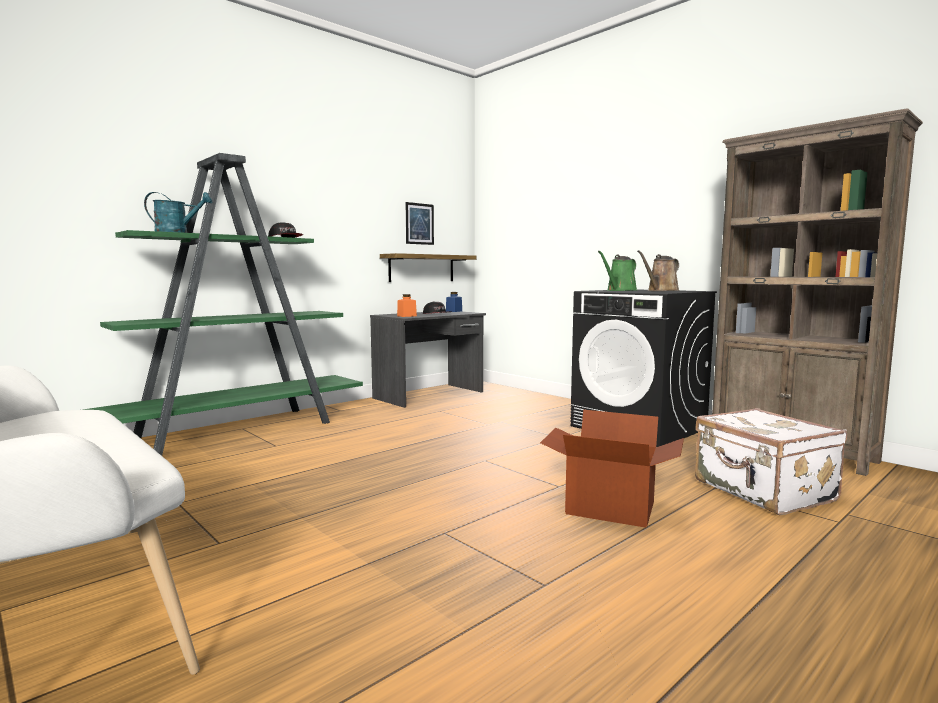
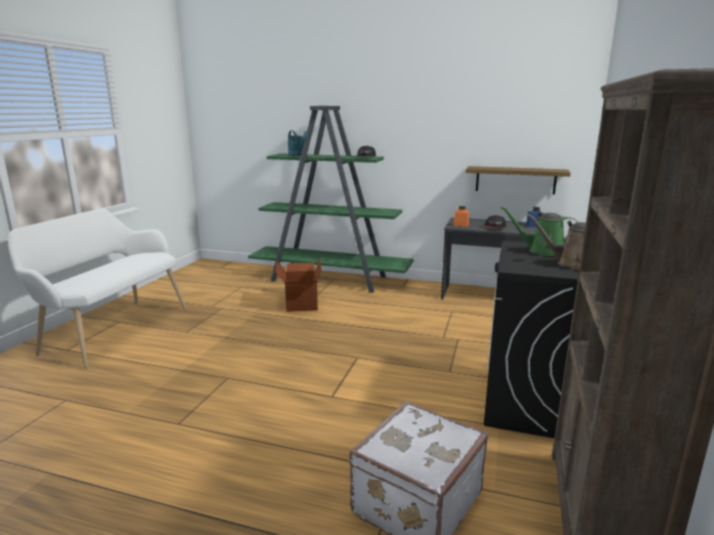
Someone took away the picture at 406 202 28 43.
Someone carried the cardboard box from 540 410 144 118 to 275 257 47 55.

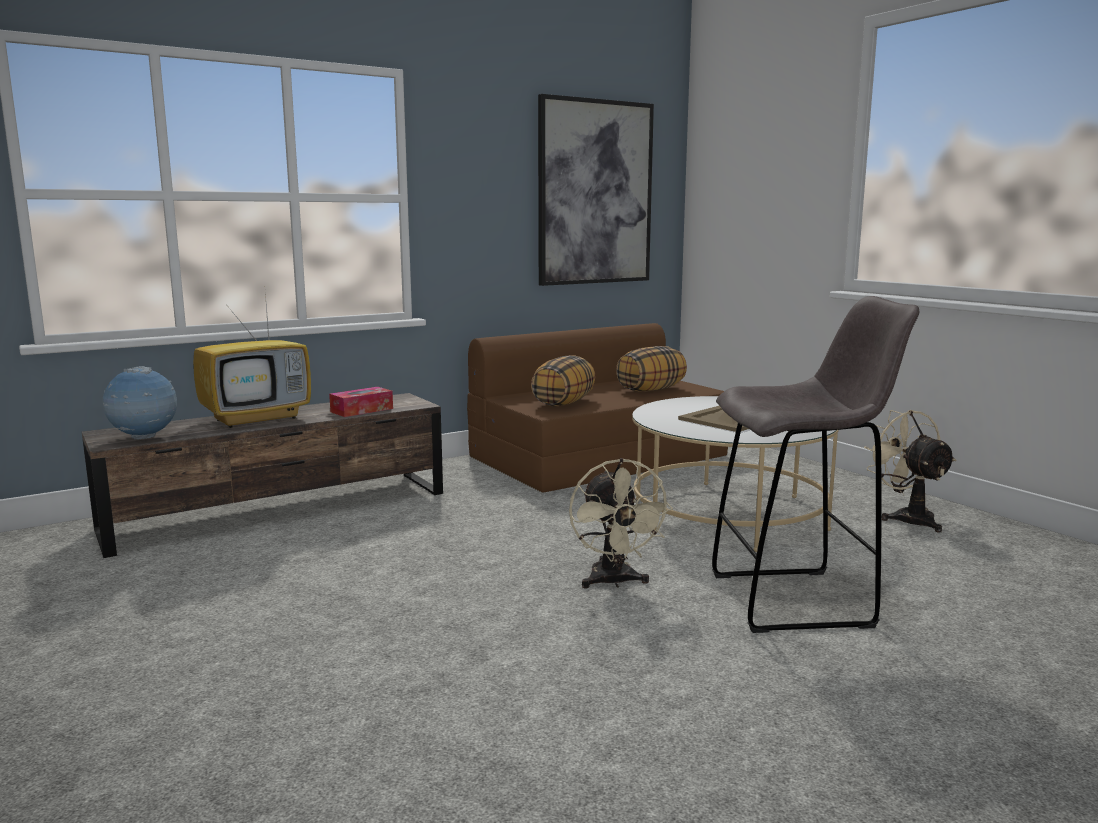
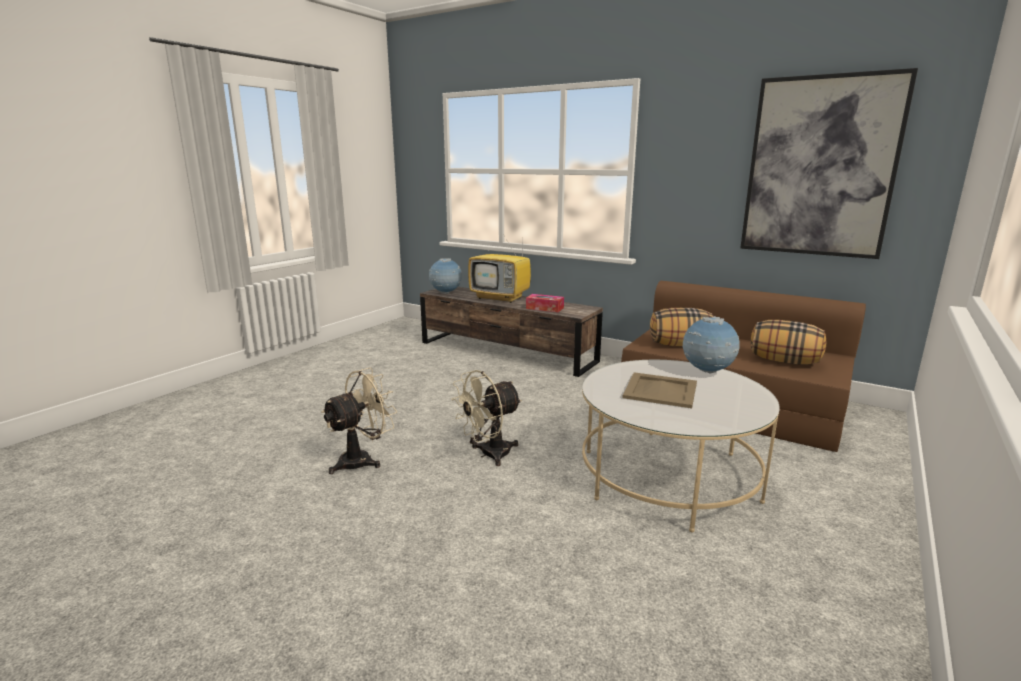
Someone took away the stool in grey at 712 296 207 337.
Someone put down the globe at 683 316 56 58.
Someone carried the fan in beige from 864 410 93 123 to 321 368 77 106.

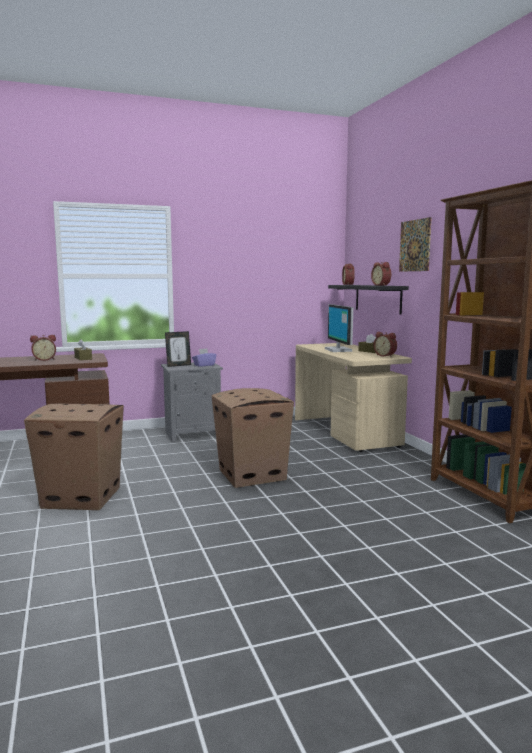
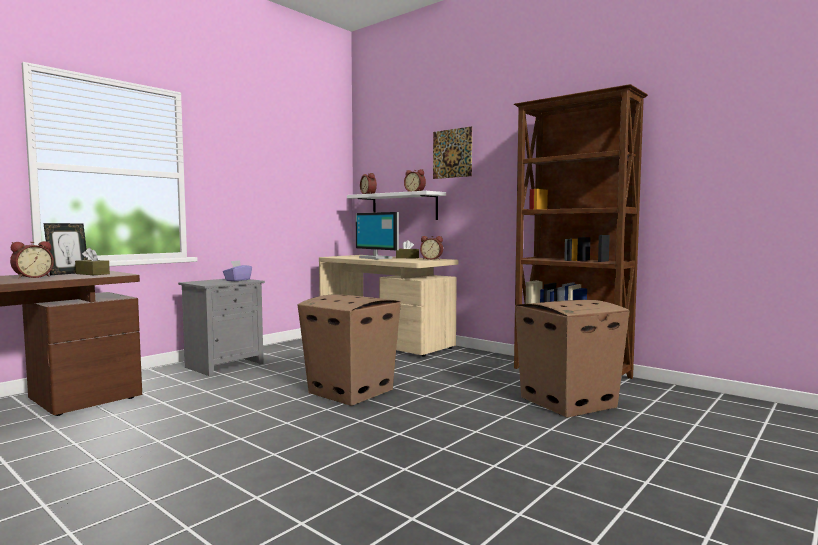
Someone carried the cardboard box from 24 404 100 106 to 515 300 115 118.
Someone carried the picture frame from 165 331 26 36 to 43 223 45 52.
Someone repainted the shelf in black at 328 285 81 30, which became the shelf in white at 347 191 99 29.

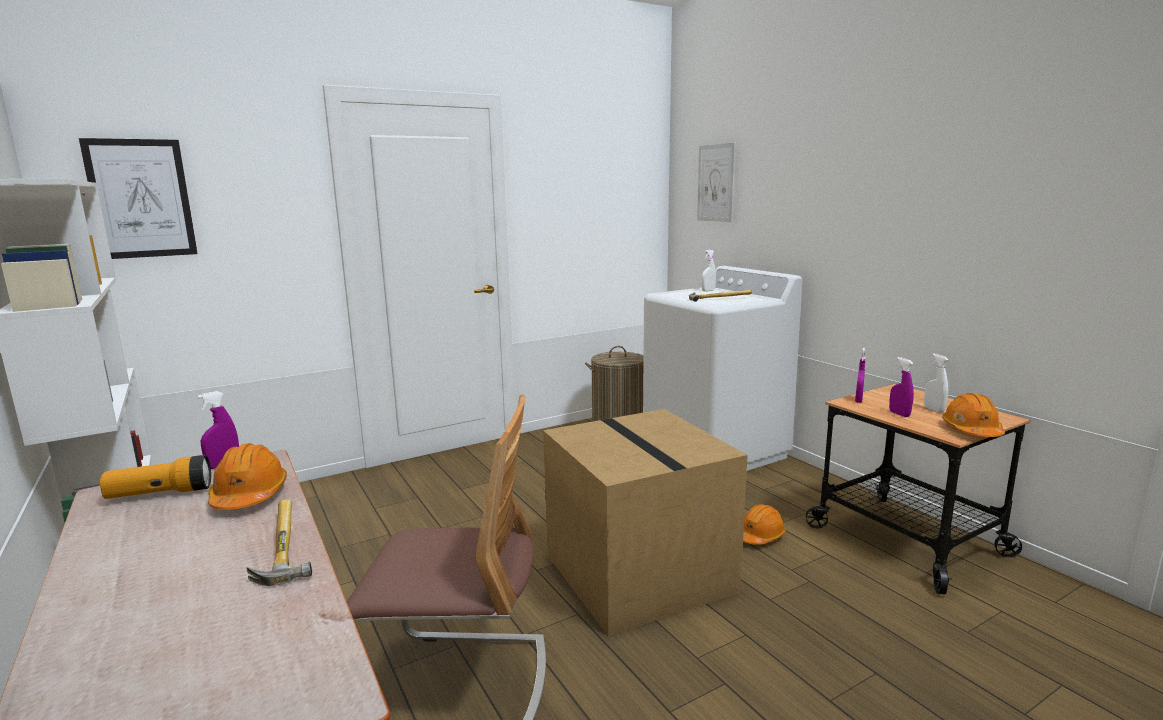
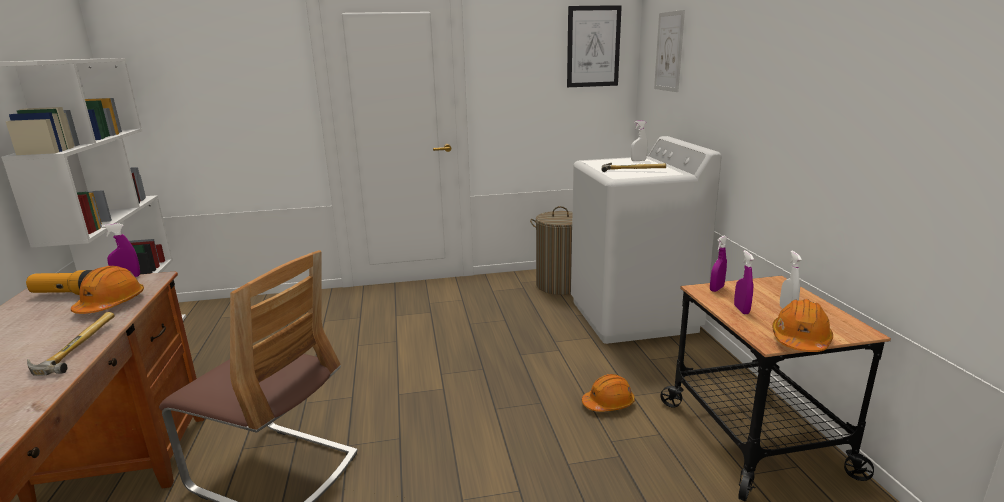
Someone took away the cardboard box at 543 409 205 227.
Someone carried the picture from 79 138 119 121 to 567 5 55 82.

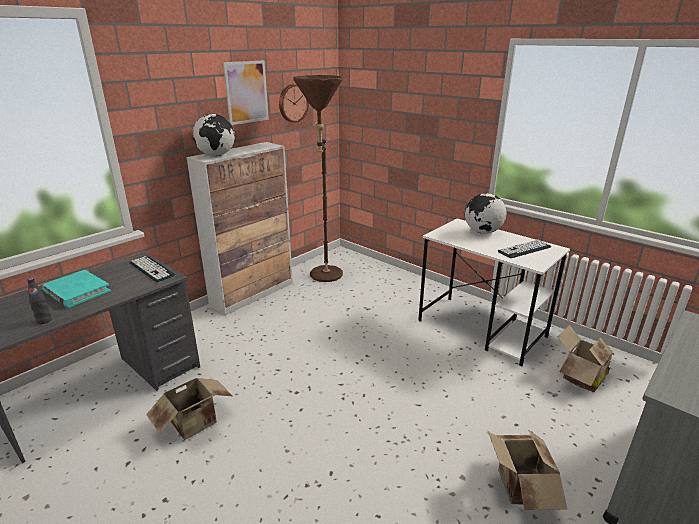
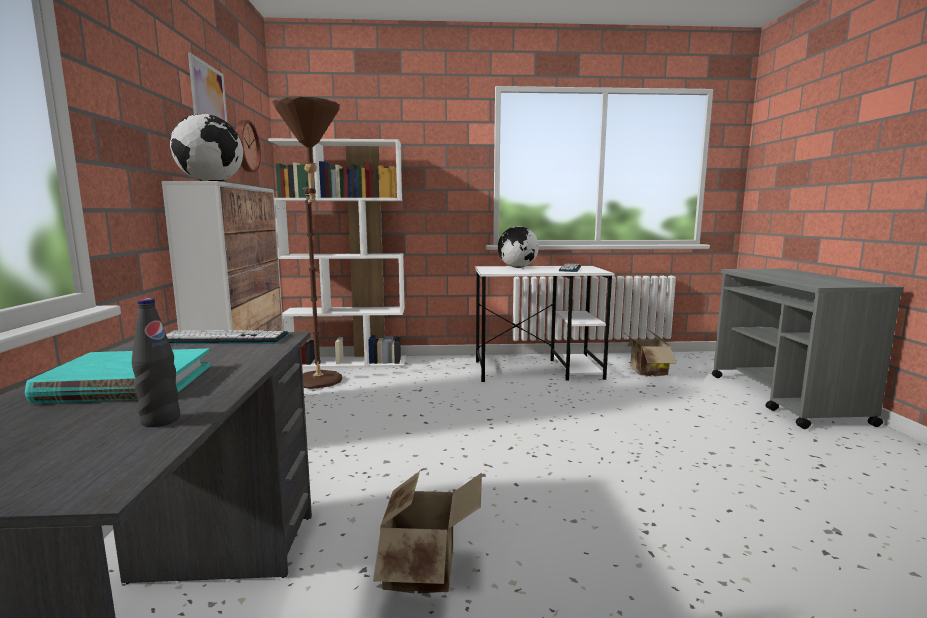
Someone took away the cardboard box at 487 430 80 80.
Someone put down the bookcase in white at 268 138 138 231.

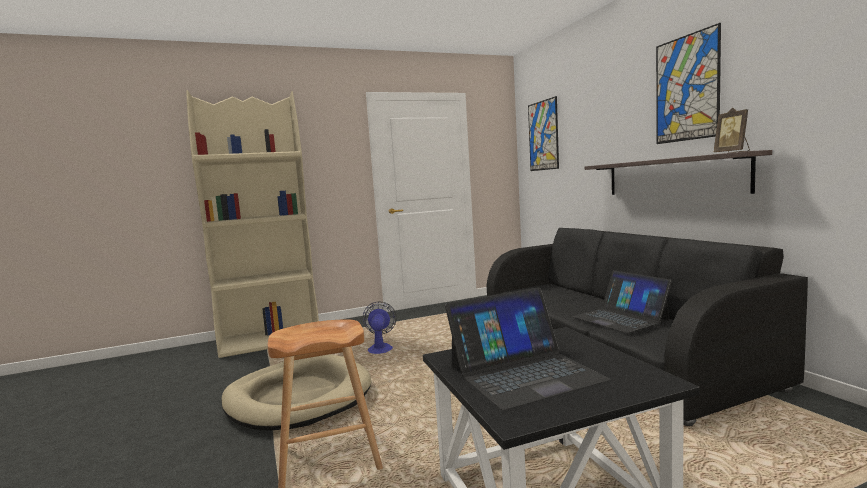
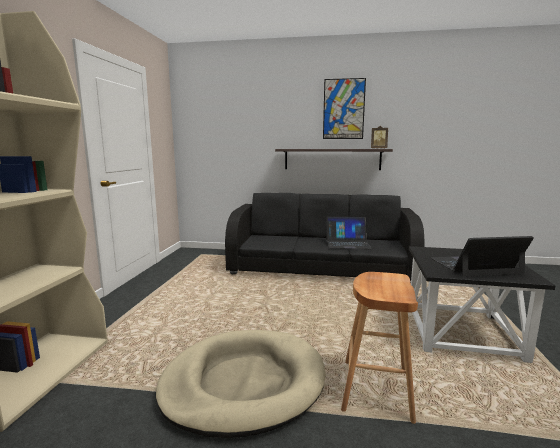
Someone took away the fan at 363 301 34 53.
Someone took away the picture at 528 96 31 75.
Someone rotated the laptop at 445 287 166 123 by 105 degrees counterclockwise.

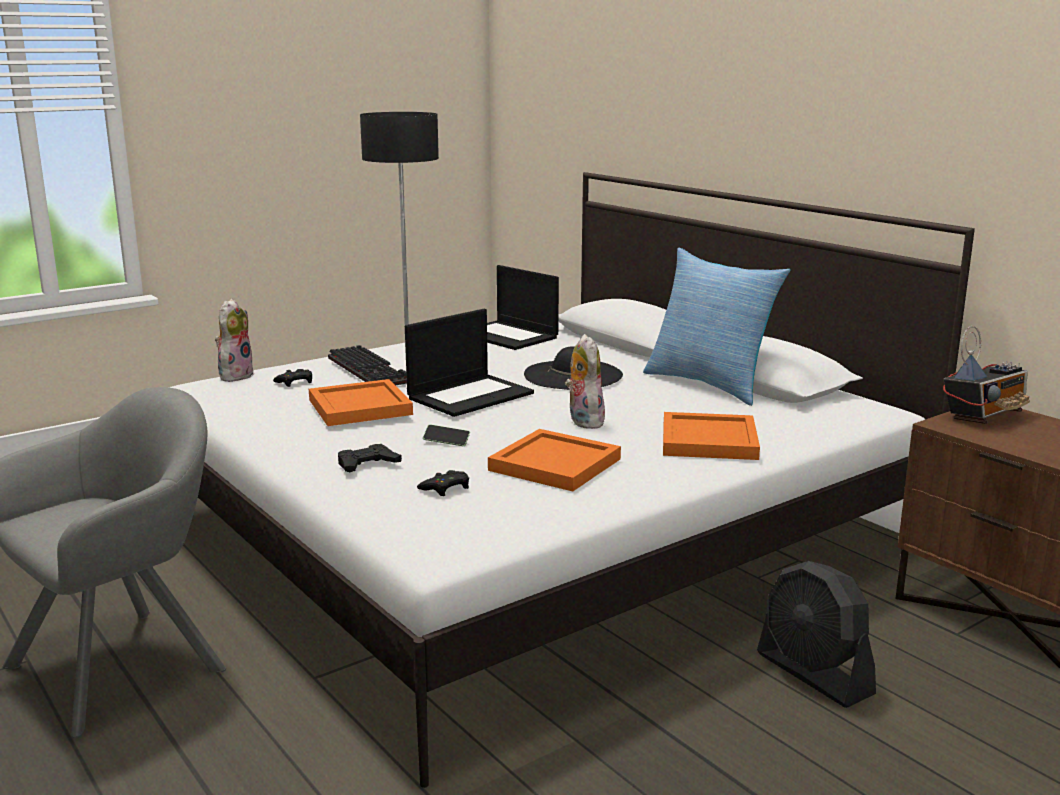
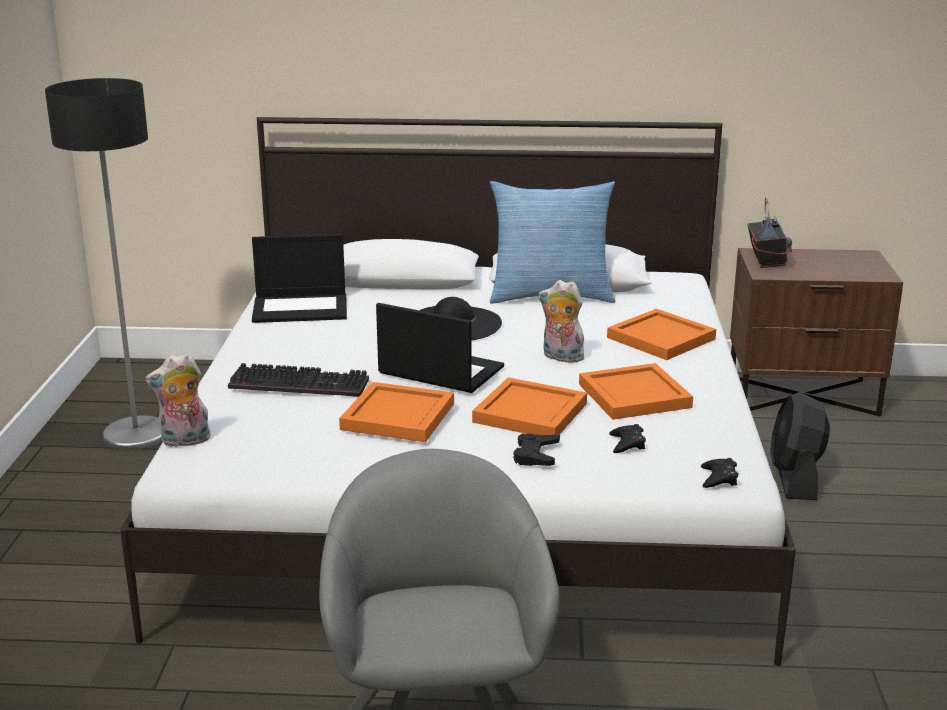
Someone carried the game controller in black from 273 369 39 18 to 701 458 37 30.
Someone swapped the phone at 423 424 47 22 for the tray in orange at 472 377 115 58.
Someone rotated the plush toy at 215 299 39 83 by 75 degrees counterclockwise.
Someone rotated the laptop at 405 309 129 108 by 60 degrees counterclockwise.
Someone rotated the fan in black at 757 561 119 147 by 90 degrees clockwise.

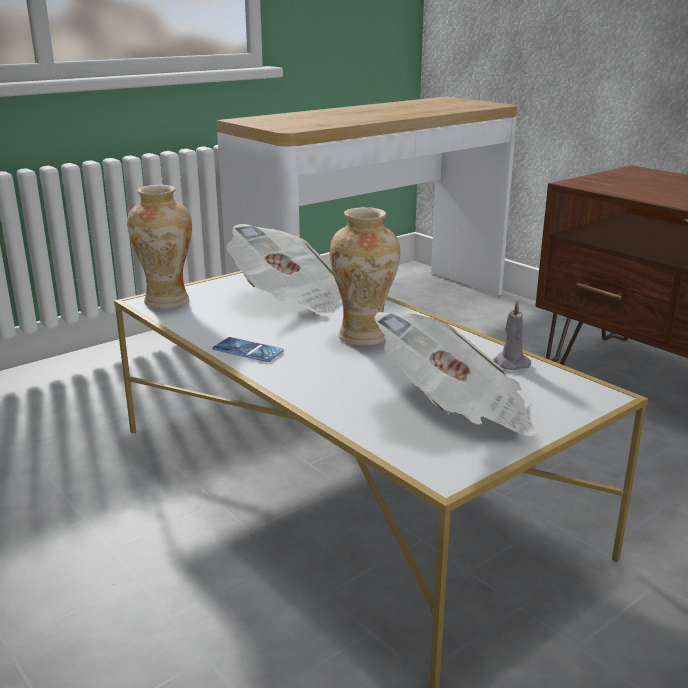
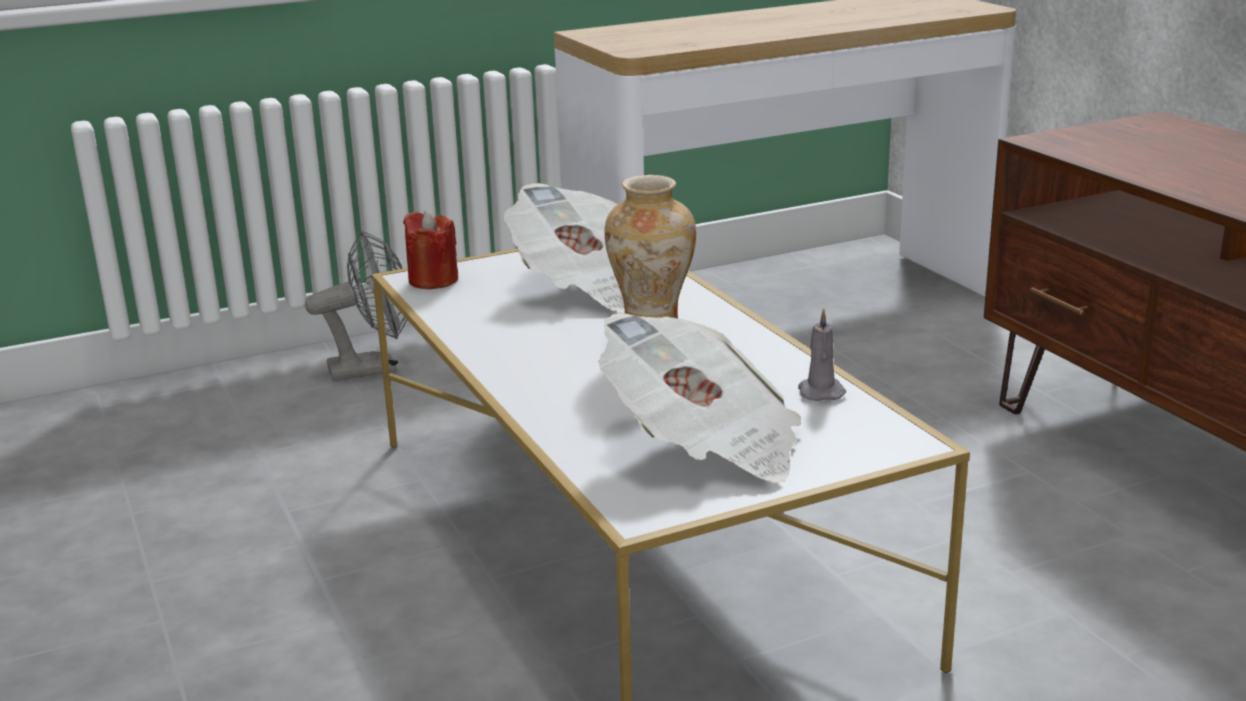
Someone took away the phone at 213 337 71 25.
Someone put down the fan in grey at 305 231 102 150.
Someone swapped the vase at 127 185 65 124 for the candle in red at 403 211 55 78.

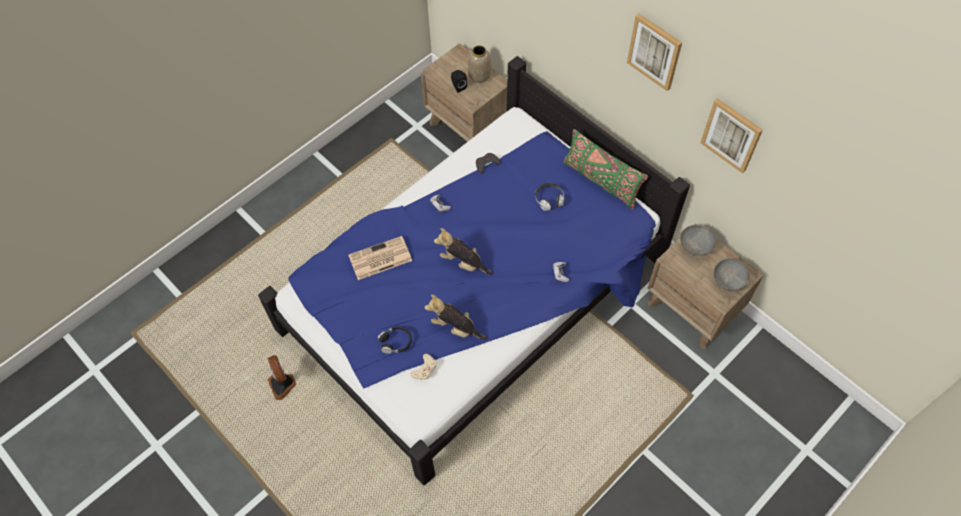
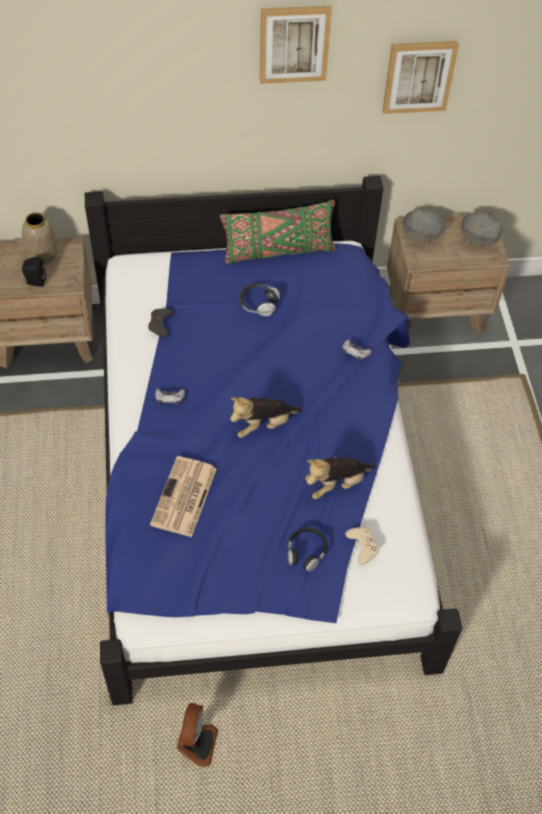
Someone rotated the fan at 267 355 29 45 by 90 degrees counterclockwise.

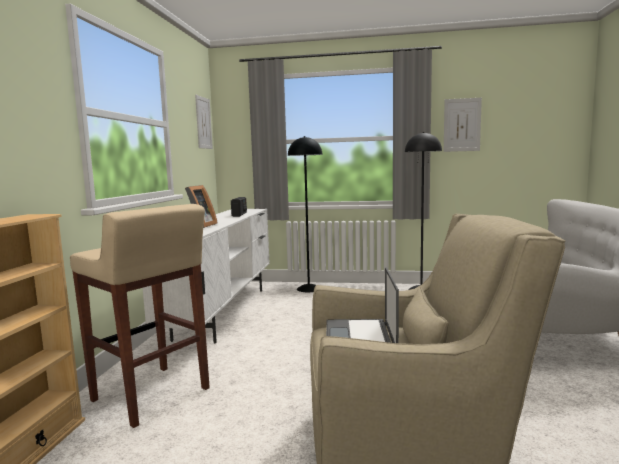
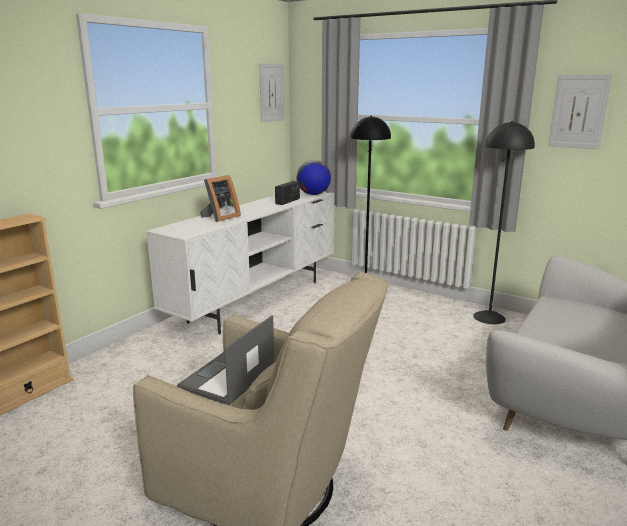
Someone took away the stool in beige at 70 204 140 224.
Someone put down the globe at 297 160 34 35.

